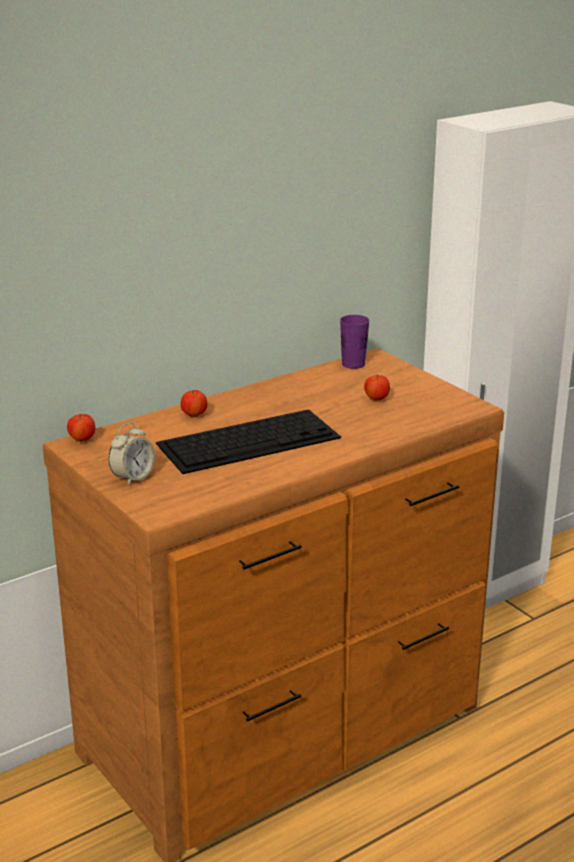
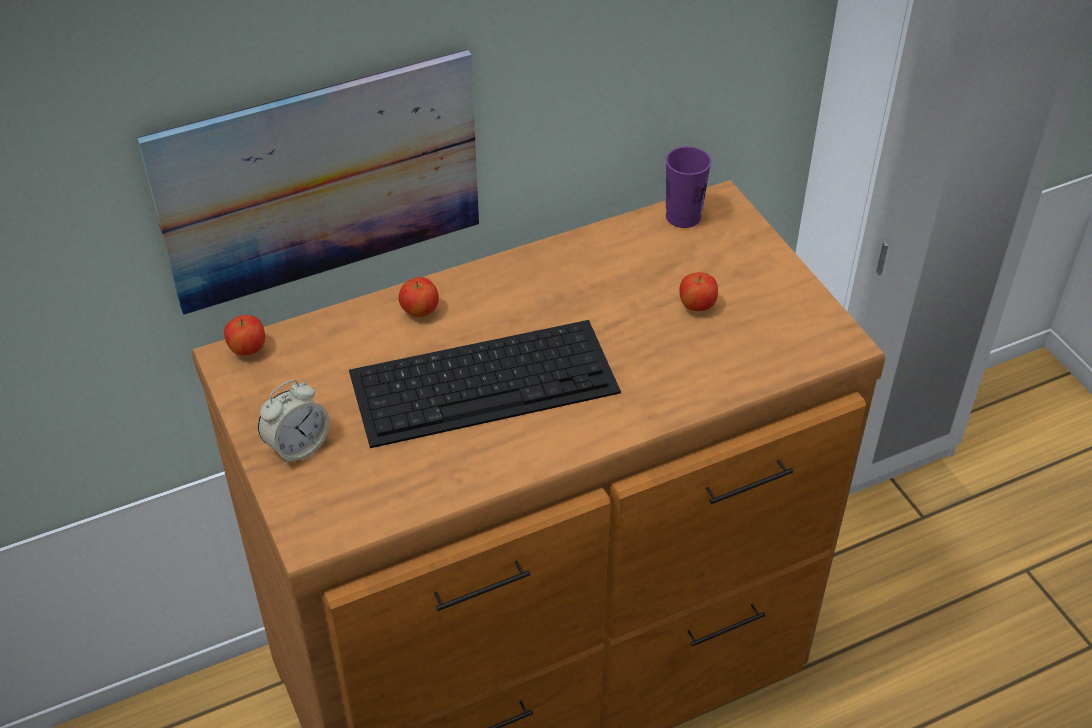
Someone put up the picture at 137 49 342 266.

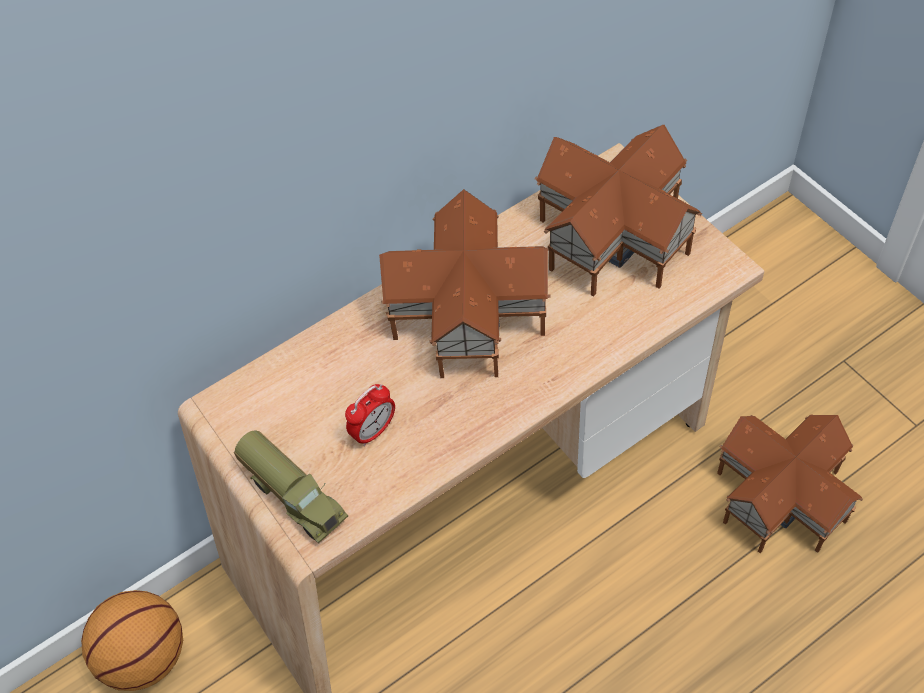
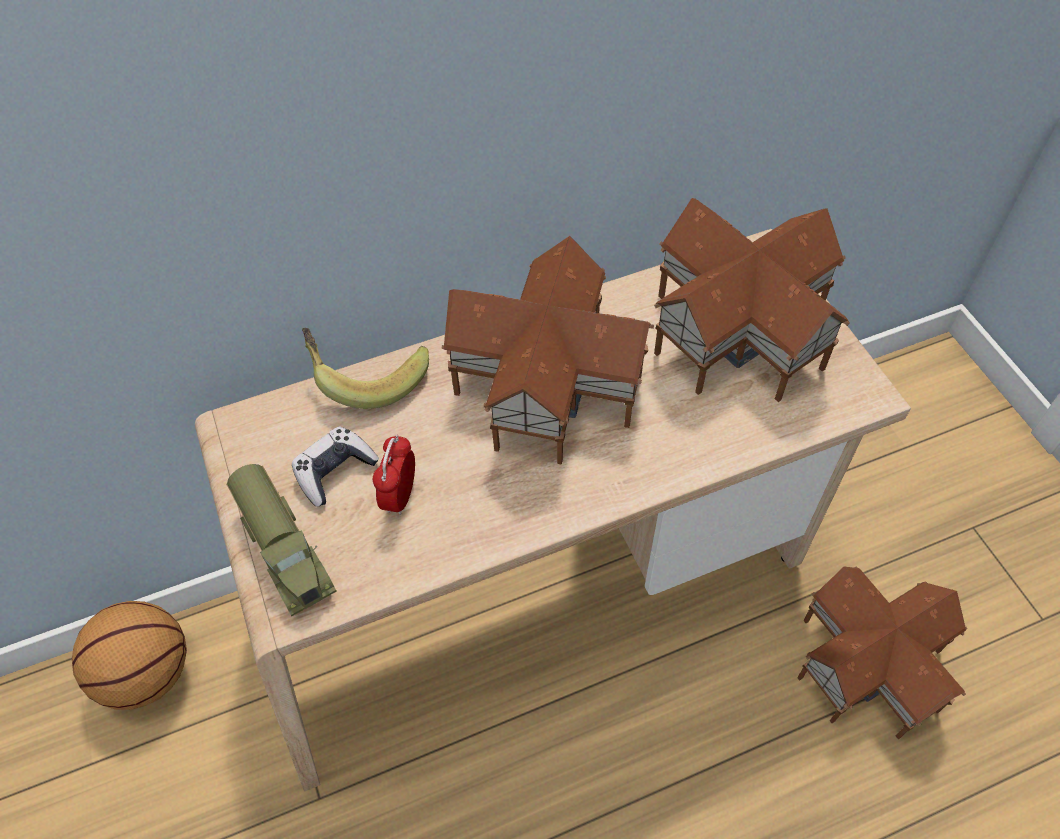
Someone put down the game controller at 292 426 87 81.
Someone put down the banana at 302 328 127 81.
Someone rotated the alarm clock at 345 384 50 62 by 135 degrees clockwise.

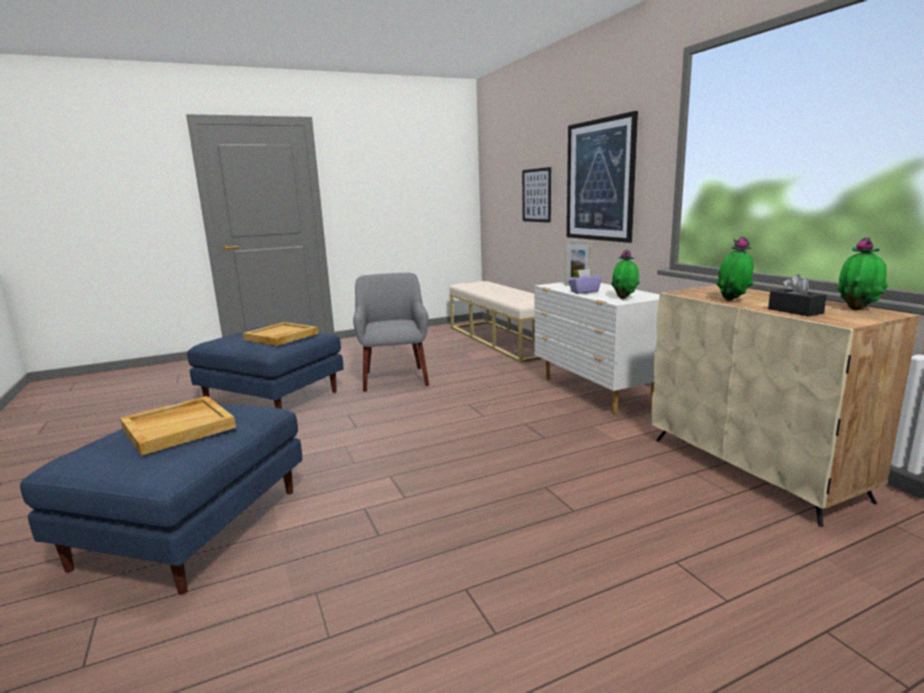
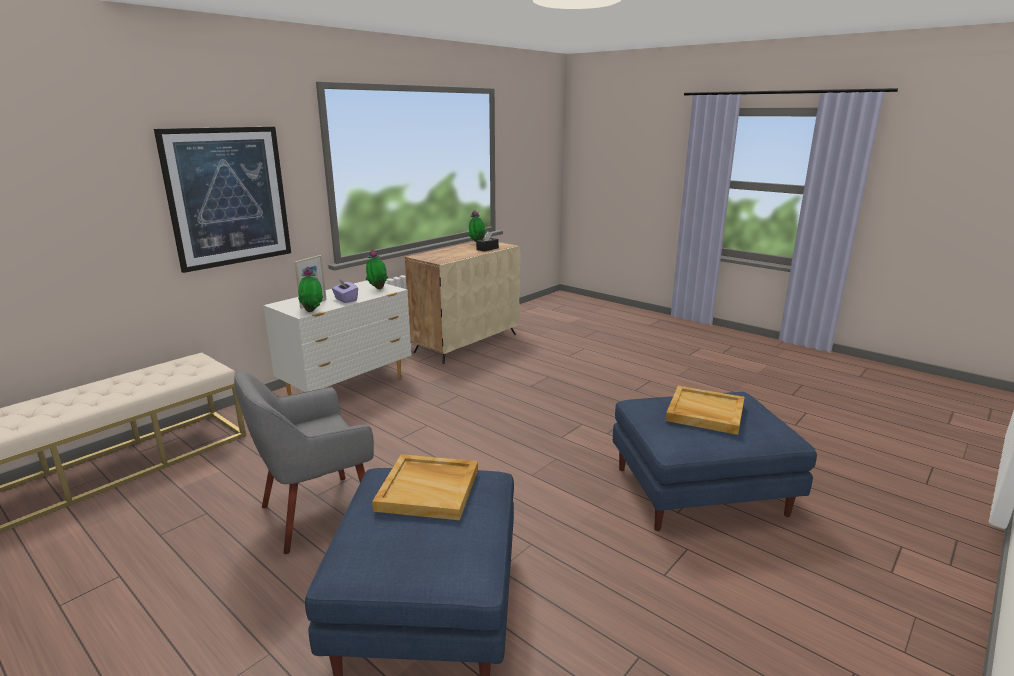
Someone took away the picture at 522 167 29 56.
Someone carried the potted plant from 716 236 38 65 to 298 267 25 45.

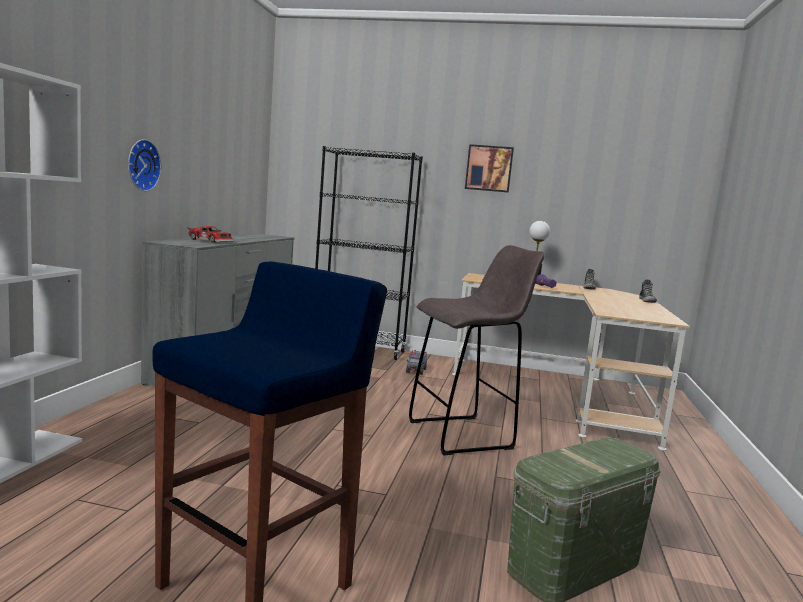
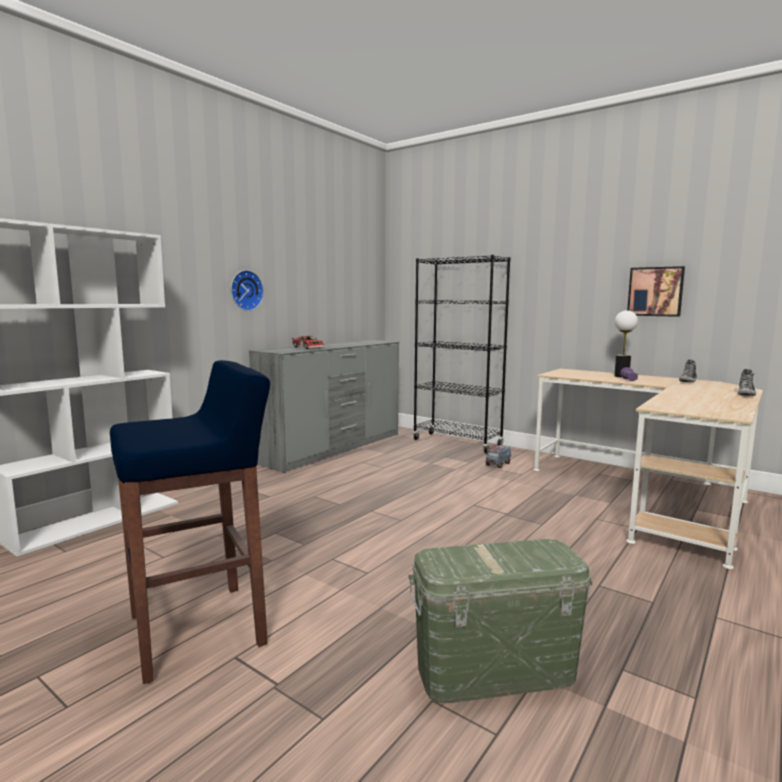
Someone took away the stool in grey at 409 245 136 210.
Someone carried the picture from 465 144 49 49 to 627 266 58 51.

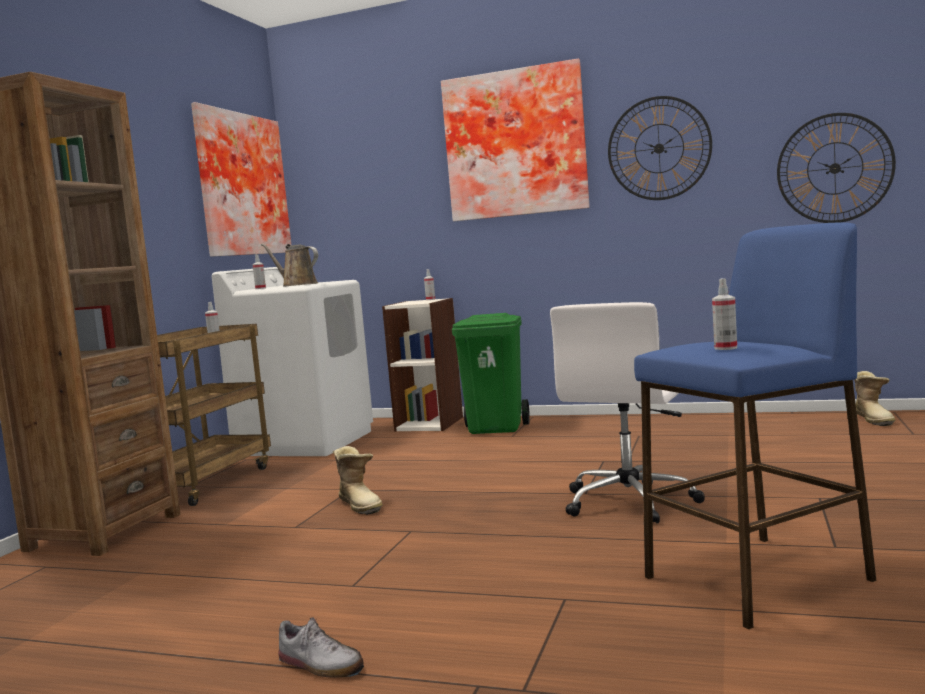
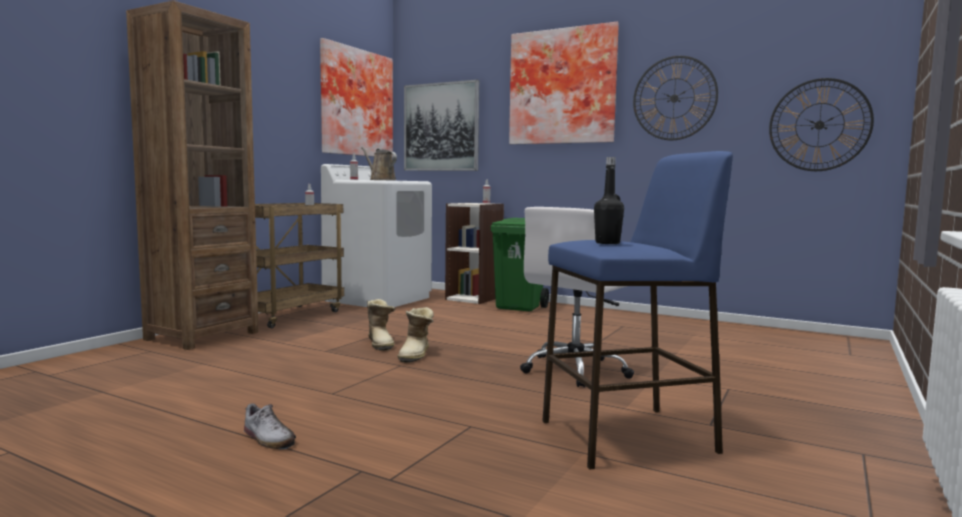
Someone put up the picture at 404 80 75 91.
Someone carried the boot from 854 371 41 55 to 397 307 37 56.
Someone swapped the spray bottle at 712 278 25 72 for the bottle in black at 594 157 30 87.

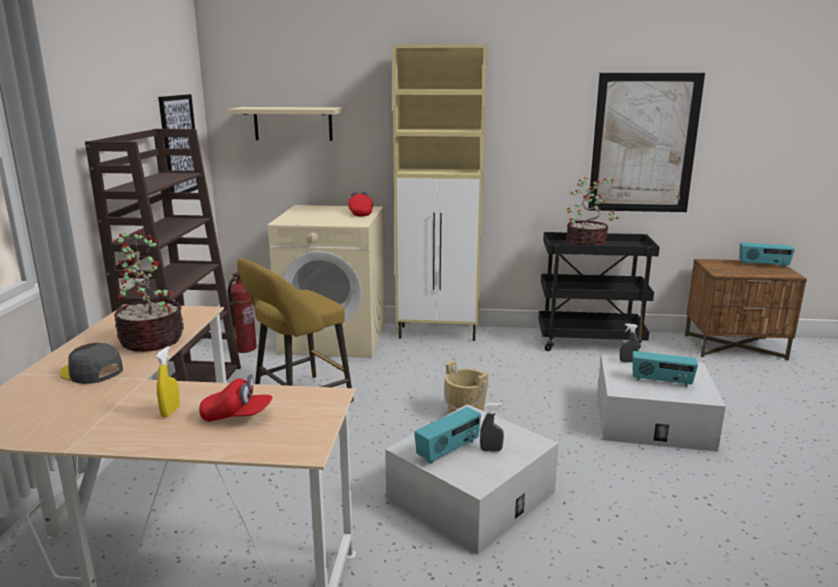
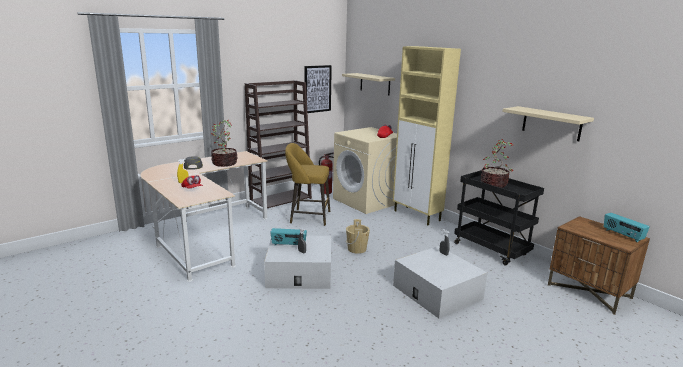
Someone took away the radio at 633 351 65 36.
Someone swapped the picture at 588 73 117 139 for the shelf in beige at 502 106 92 35.

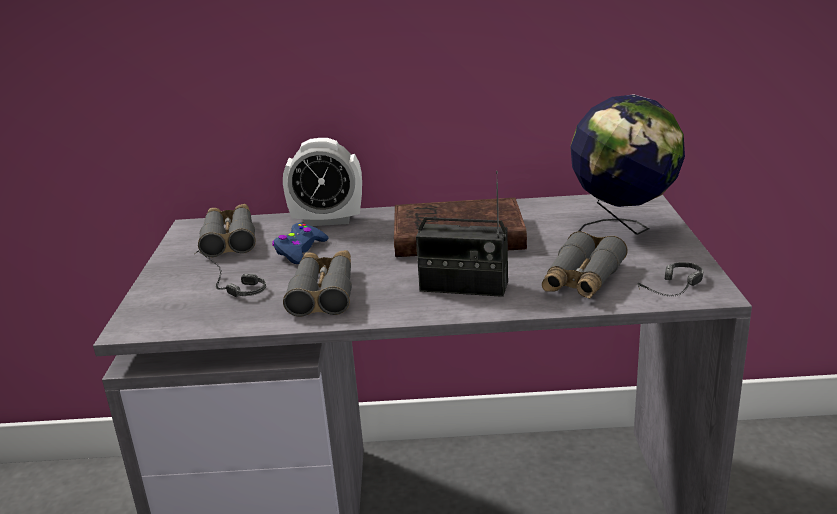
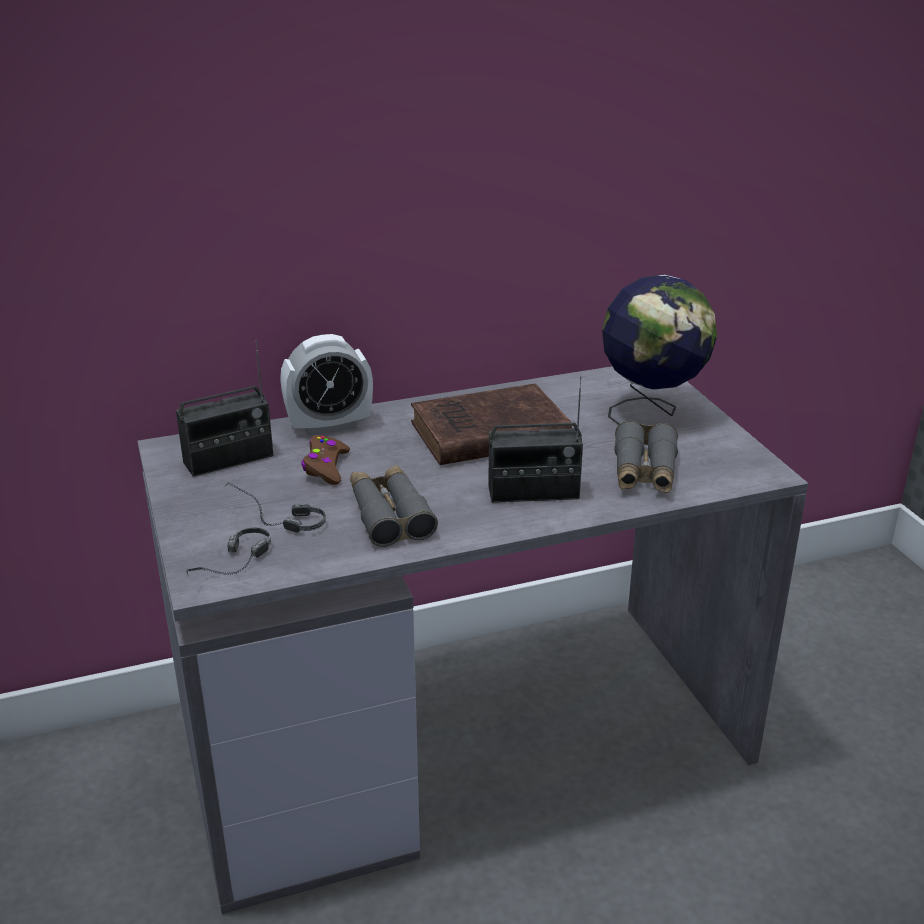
Someone carried the headphones from 637 262 67 35 to 186 527 85 50.
Someone swapped the binoculars in grey at 198 204 58 53 for the radio at 176 340 98 137.
Someone repainted the game controller in blue at 272 223 57 41, which became the game controller in brown at 301 435 49 50.

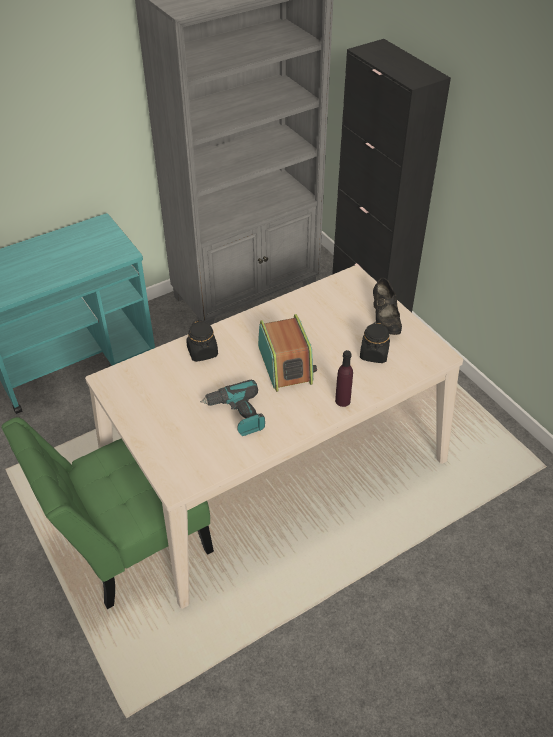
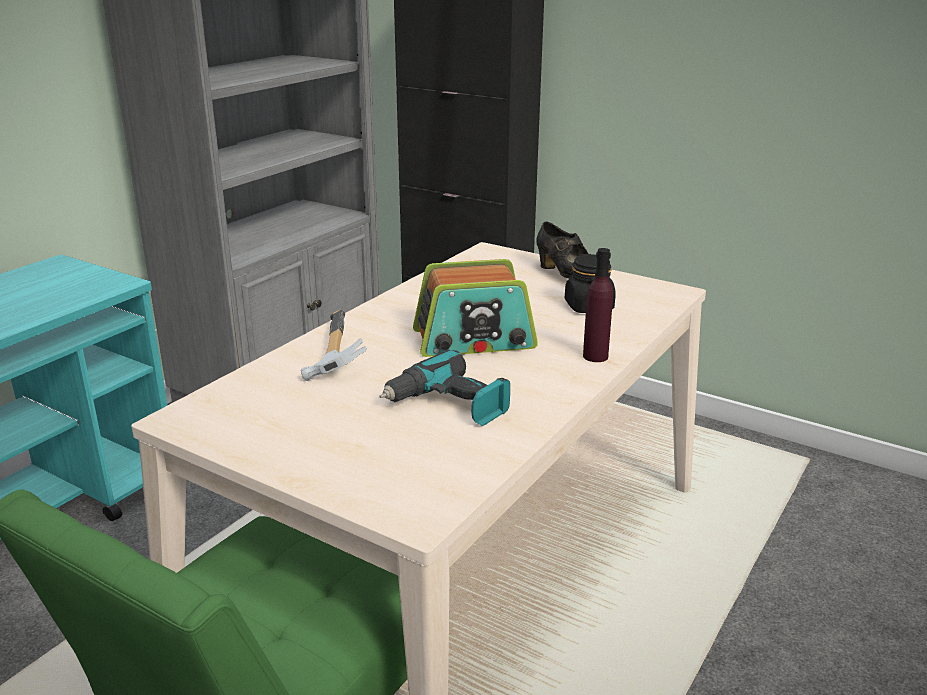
Someone swapped the jar in black at 186 320 32 42 for the hammer at 301 310 66 71.
Someone rotated the radio at 258 314 59 78 by 120 degrees clockwise.

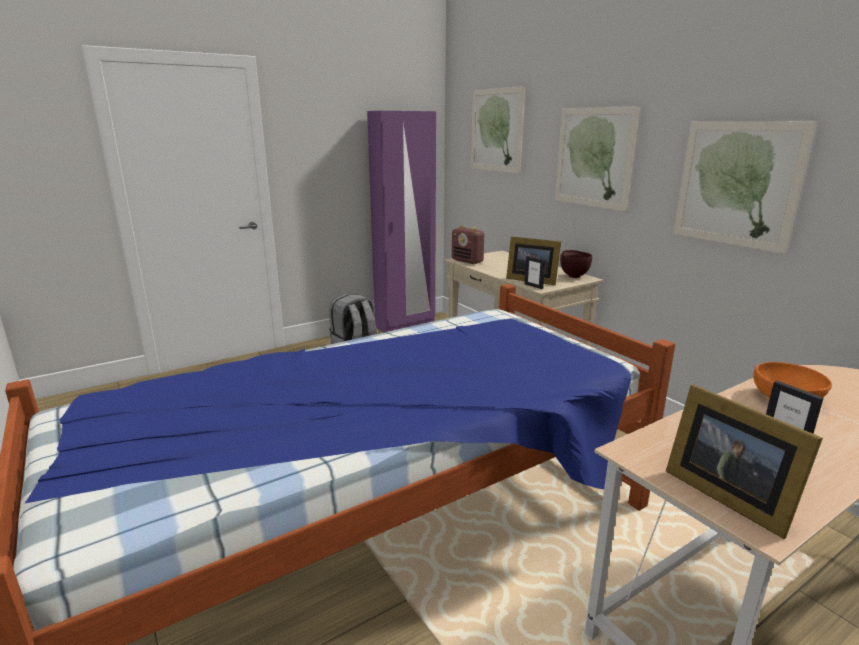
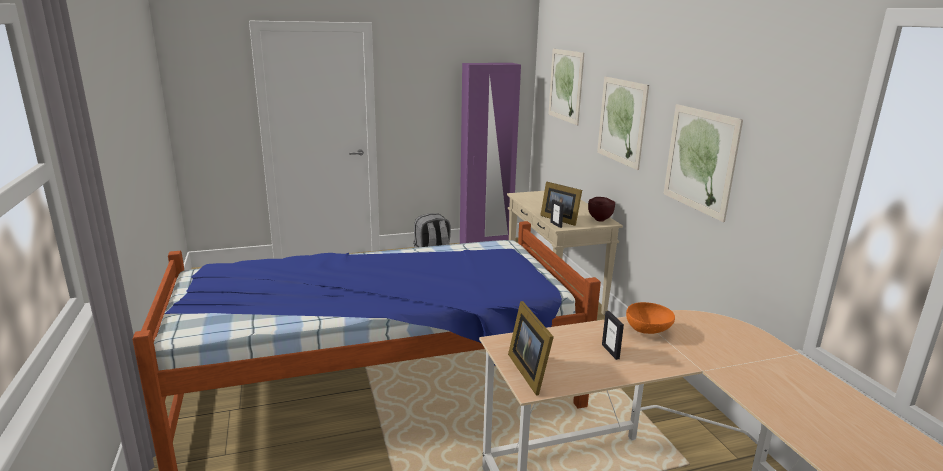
Someone took away the radio at 452 226 33 38.

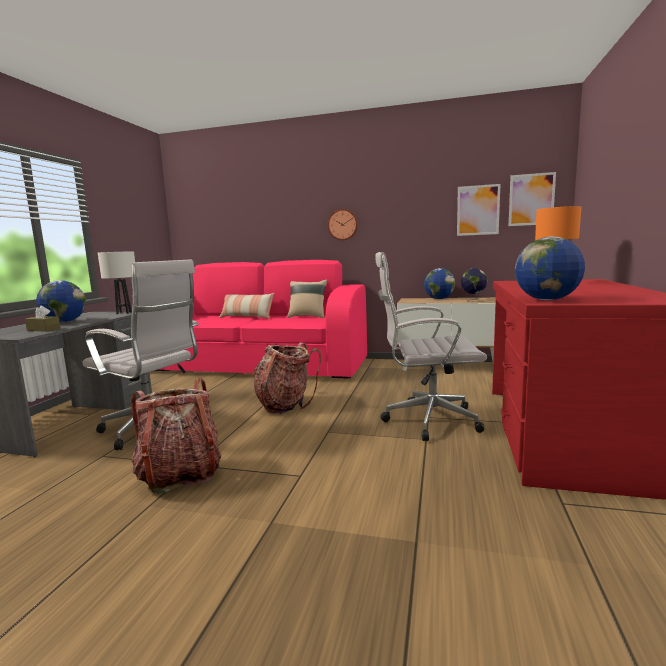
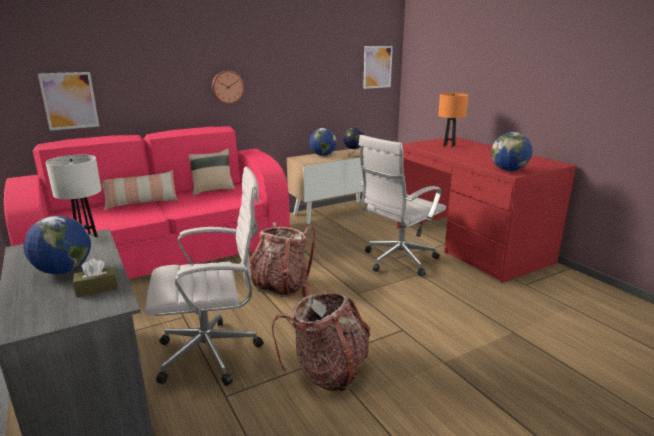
Someone carried the picture from 457 184 43 52 to 38 72 61 58.

